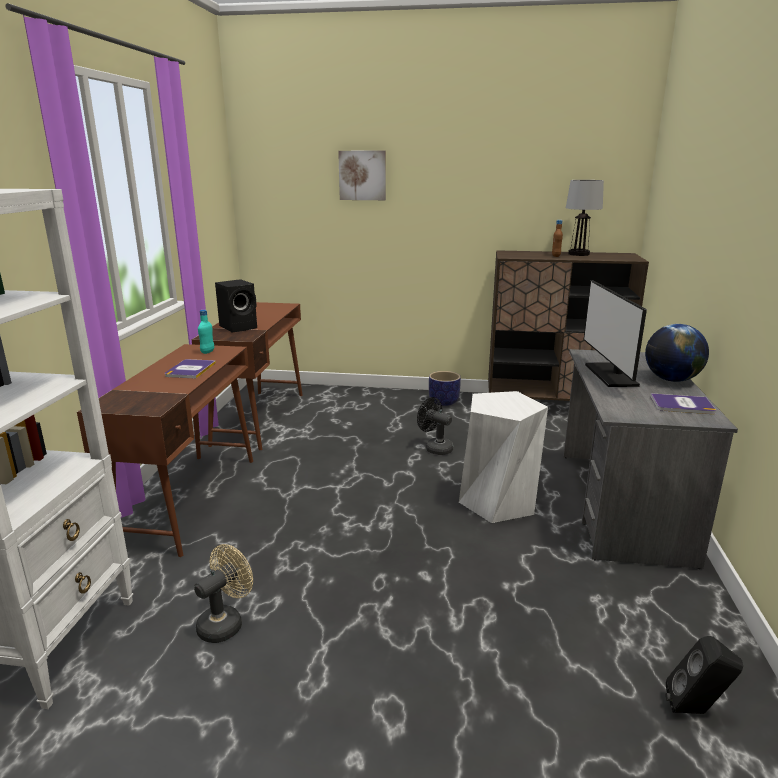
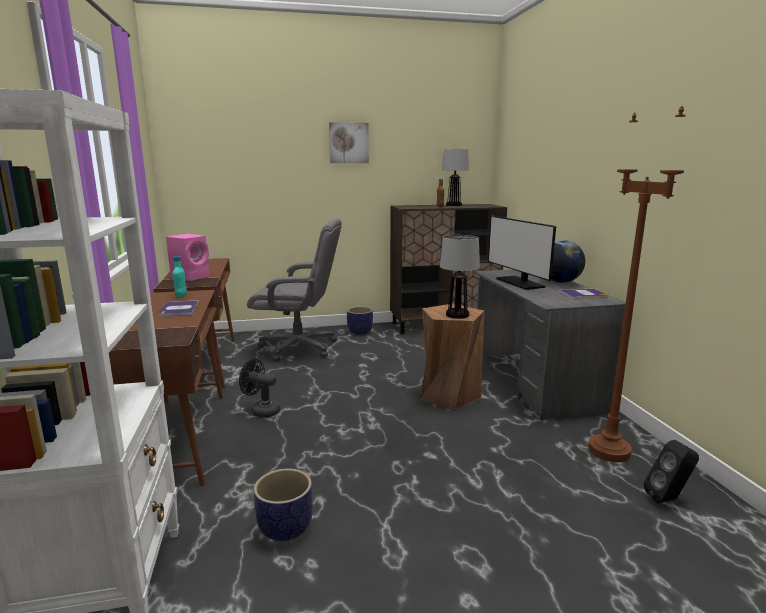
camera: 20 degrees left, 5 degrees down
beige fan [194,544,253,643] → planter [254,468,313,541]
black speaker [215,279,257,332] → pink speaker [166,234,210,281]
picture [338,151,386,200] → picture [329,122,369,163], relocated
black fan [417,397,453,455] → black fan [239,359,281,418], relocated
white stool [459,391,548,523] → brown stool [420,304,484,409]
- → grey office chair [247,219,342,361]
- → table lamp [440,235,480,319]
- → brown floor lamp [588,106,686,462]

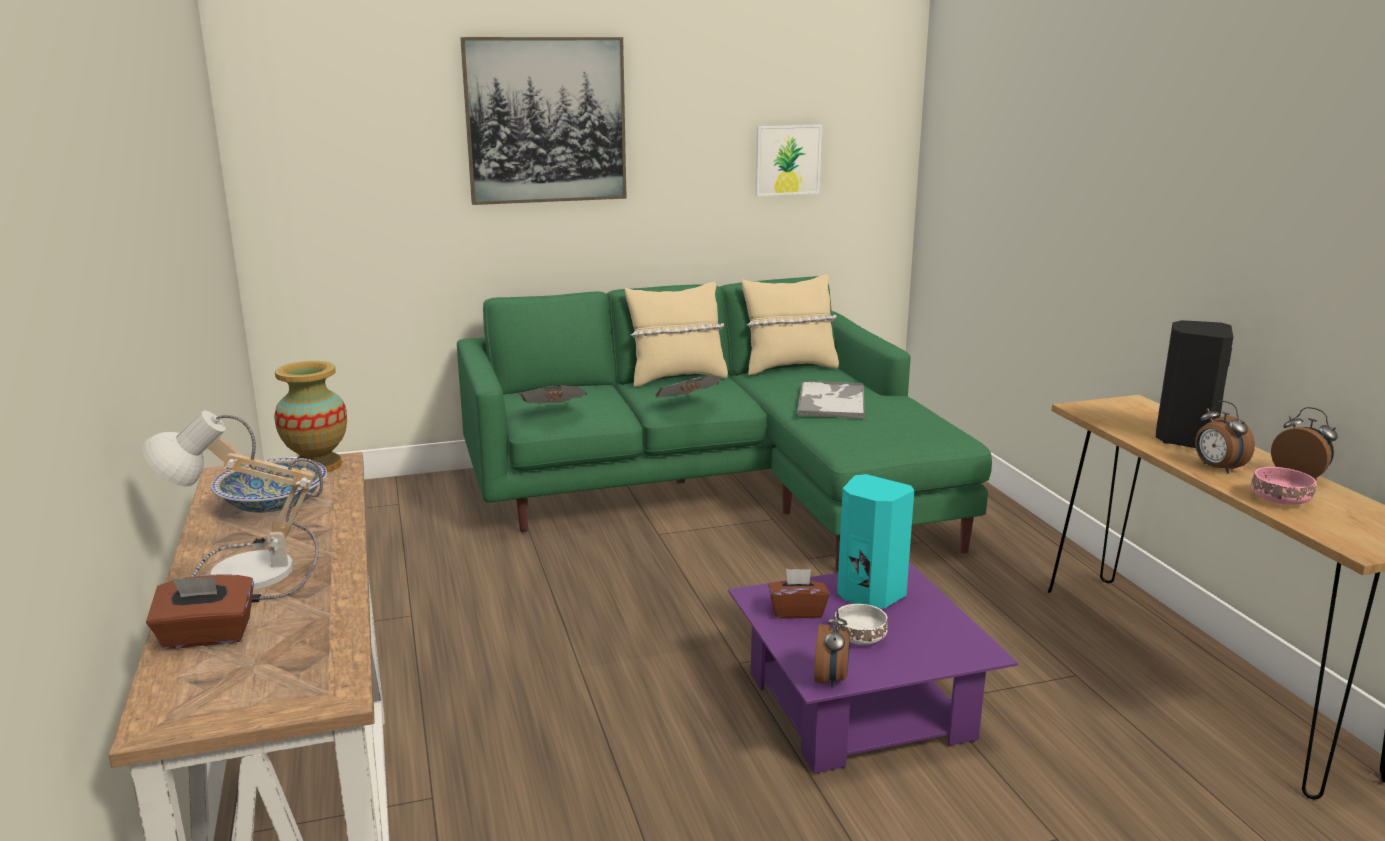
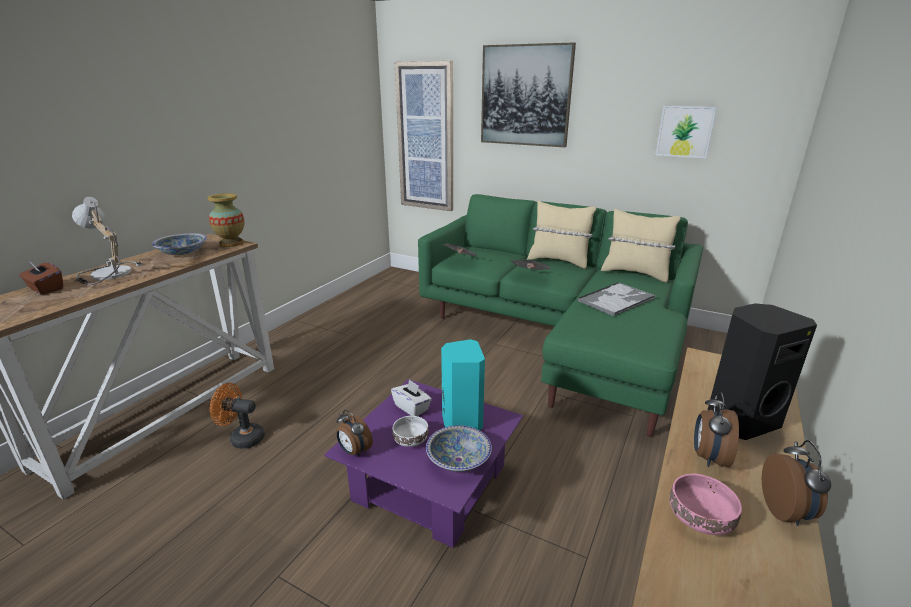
camera: 45 degrees right, 5 degrees up
brown tissue box [768,569,829,619] → white tissue box [391,379,432,416]
alarm clock [814,609,850,689] → alarm clock [336,410,373,457], 75 degrees clockwise
- → orange fan [210,383,265,449]
- → picture [395,61,453,211]
- → bowl [426,425,492,472]

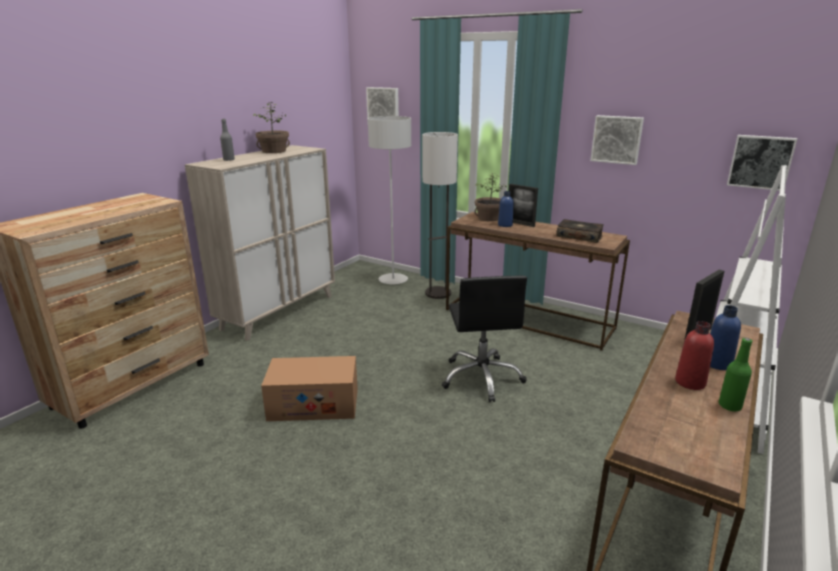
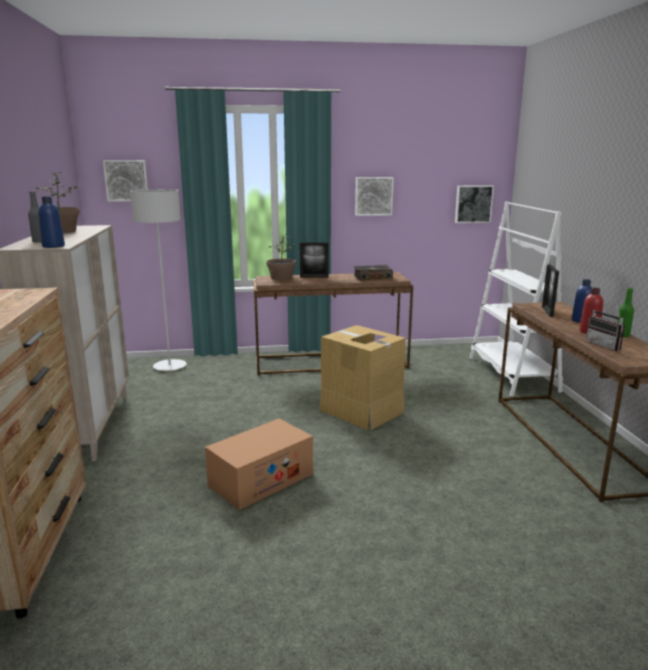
camera: 40 degrees left, 5 degrees down
floor lamp [422,132,458,299] → -
black office chair [442,276,527,402] → cardboard box [319,325,406,430]
blue bottle [498,191,513,227] → blue bottle [38,196,65,248], relocated
- → radio [586,304,625,351]

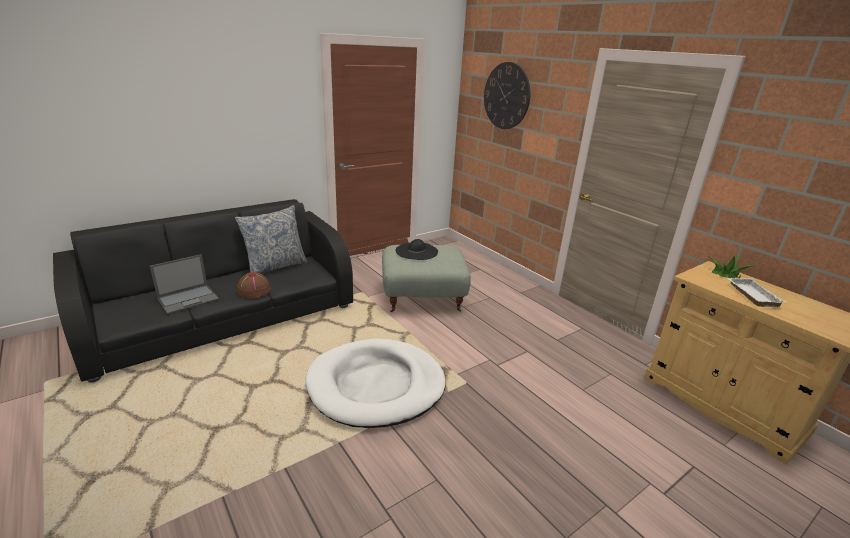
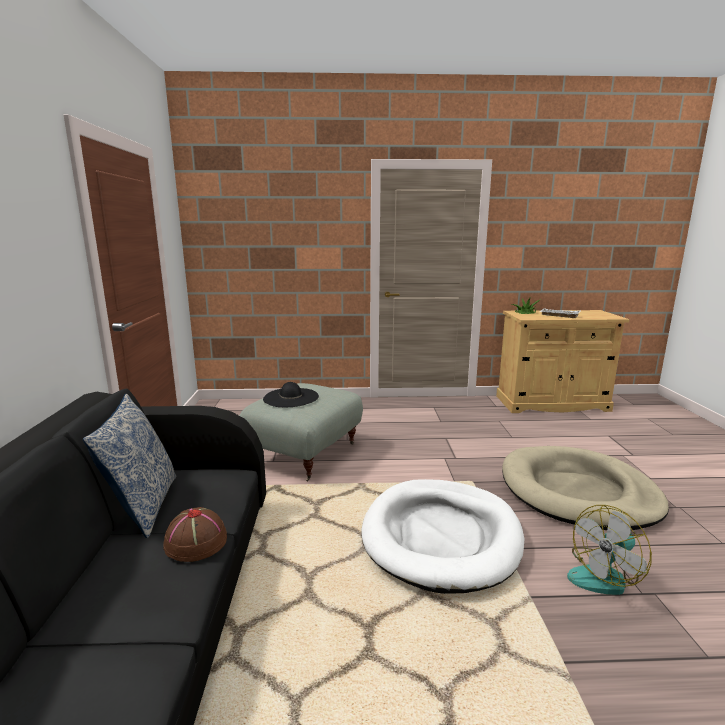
camera: 55 degrees left, 10 degrees down
laptop [150,254,219,314] → -
wall clock [484,62,531,129] → -
- → beige dog bed [502,446,669,530]
- → fan [567,505,652,595]

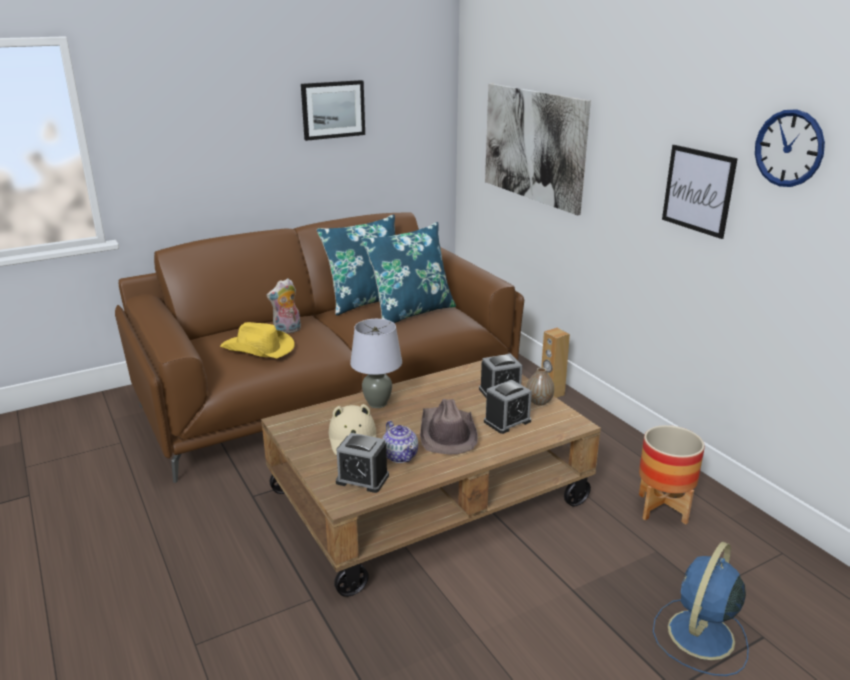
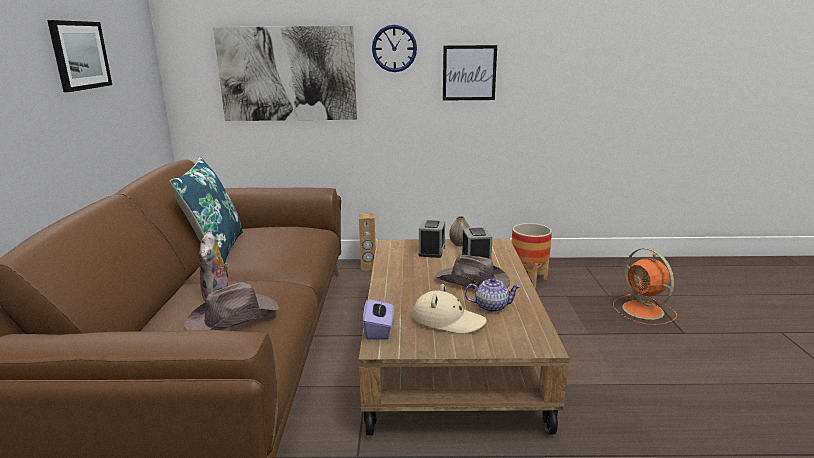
camera: 60 degrees left, 5 degrees down
yellow hat [220,322,295,358] → brown hat [184,282,279,331]
alarm clock [336,433,389,493] → -
grey table lamp [350,319,402,408] → -
blue pillow [362,222,456,323] → -
blue fan [653,542,749,676] → orange fan [613,248,677,325]
wall clock [755,109,825,187] → wall clock [372,25,417,72], relocated
- → purple tissue box [363,297,394,339]

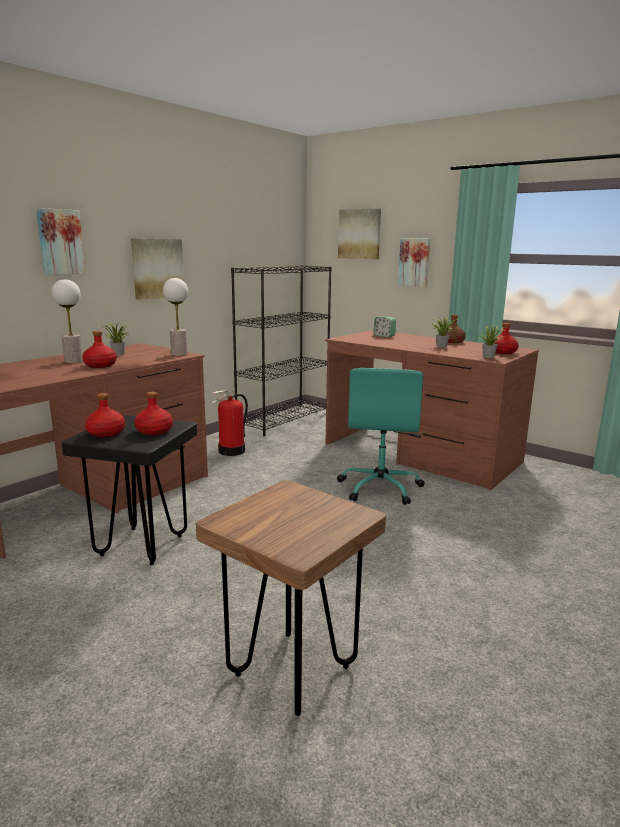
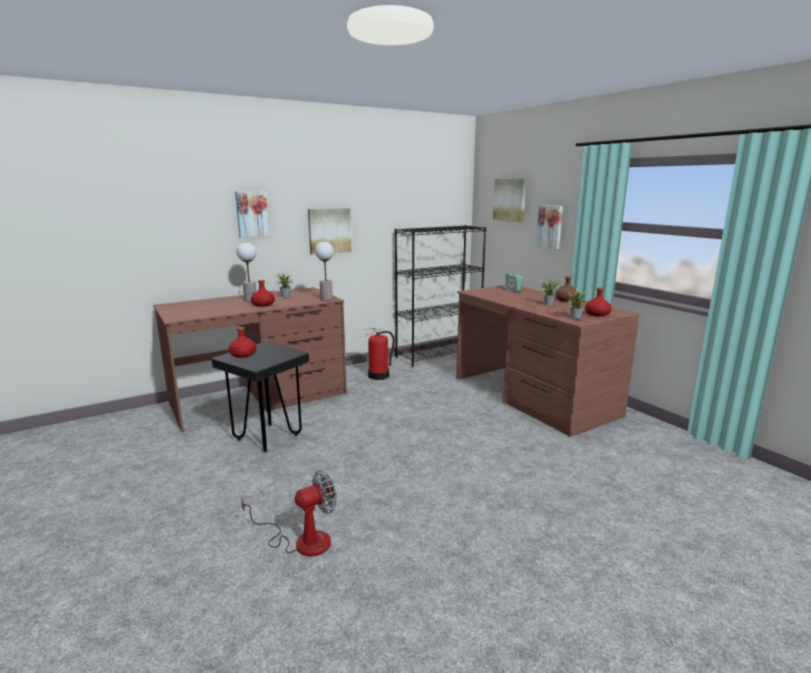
camera: 20 degrees right, 0 degrees up
red bottle [134,392,173,435] → -
brown stool [196,480,386,716] → fan [241,470,337,556]
turquoise office chair [337,368,425,505] → -

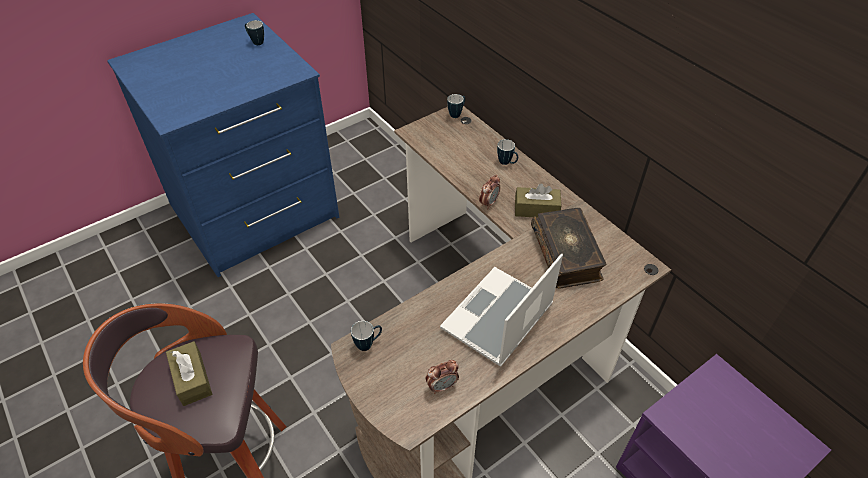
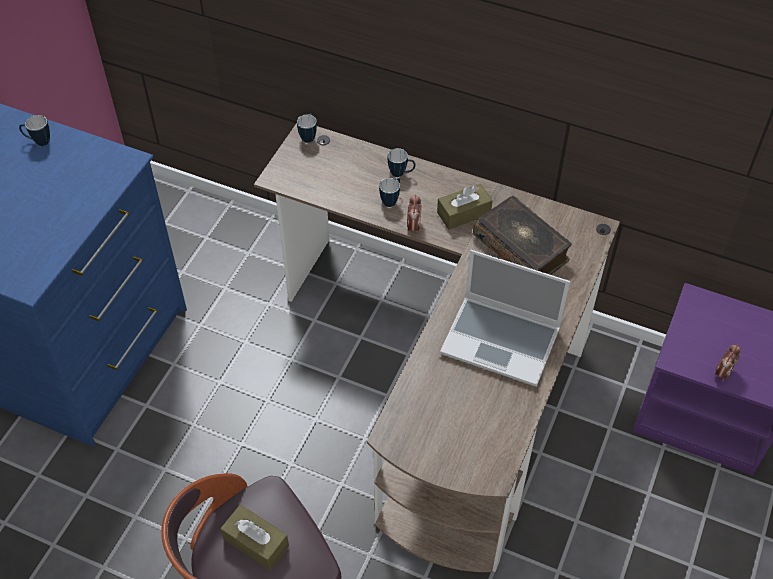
camera: 30 degrees left, 5 degrees up
mug [351,321,382,351] → mug [379,178,400,207], relocated
alarm clock [425,360,459,394] → alarm clock [715,344,741,382], relocated
laptop [440,253,563,367] → laptop [440,250,570,387], 75 degrees counterclockwise

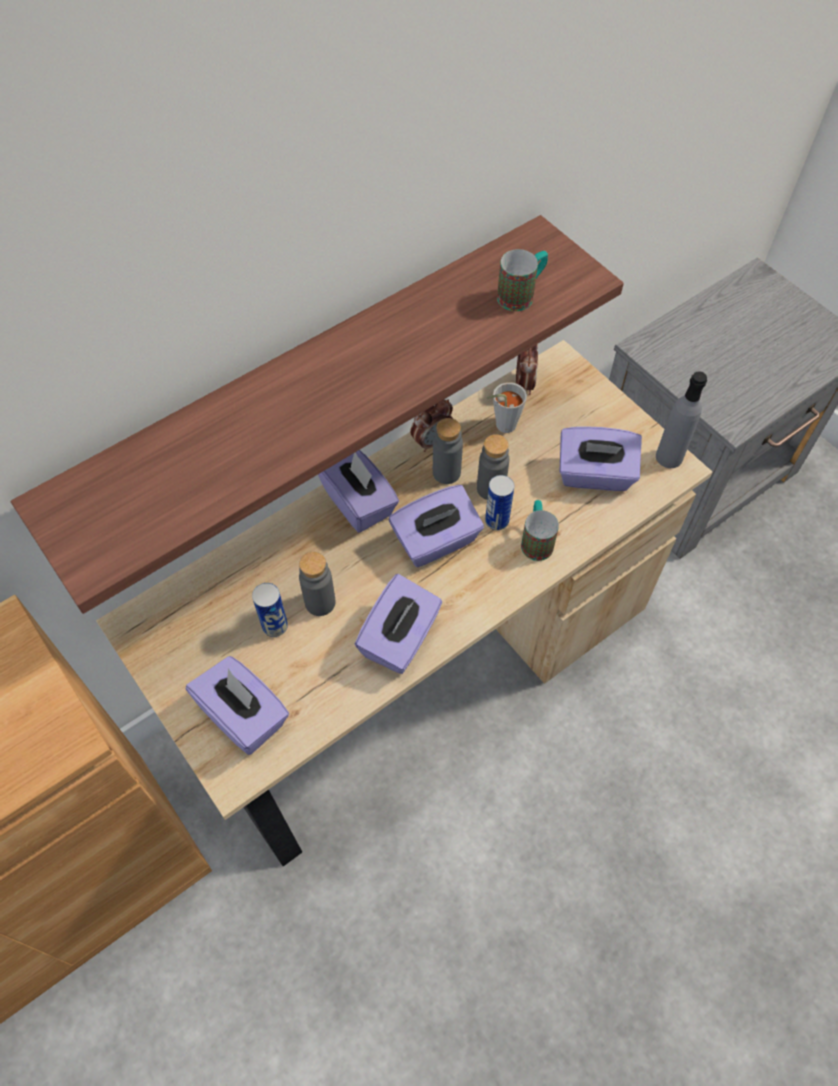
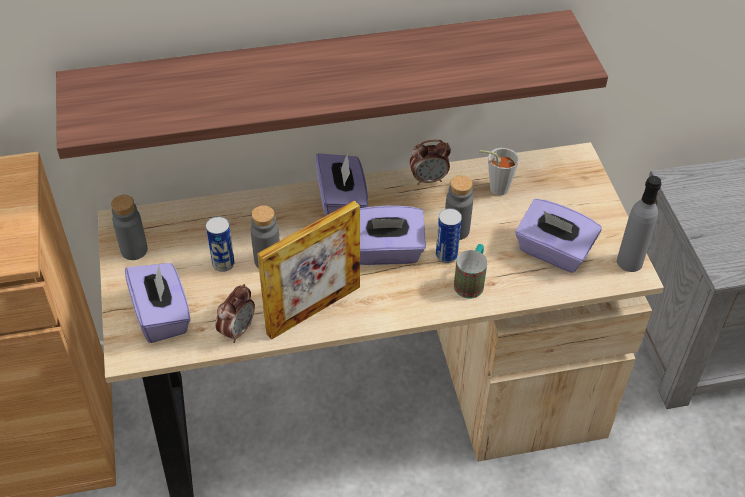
camera: 25 degrees right, 10 degrees down
purple tissue box [355,574,442,674] → picture frame [257,200,360,340]
grey bottle [433,418,463,484] → grey bottle [111,195,148,260], relocated
mug [497,249,548,311] → -
alarm clock [516,344,538,395] → alarm clock [215,284,255,343], relocated

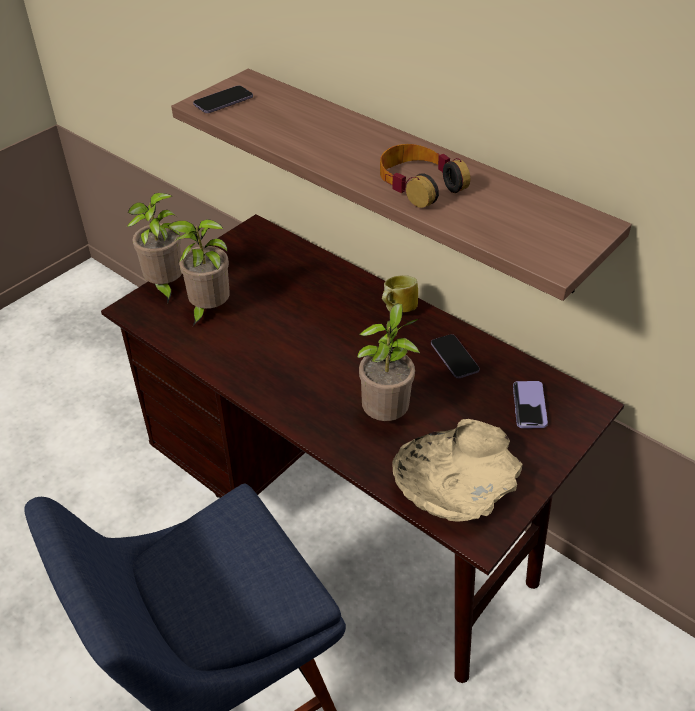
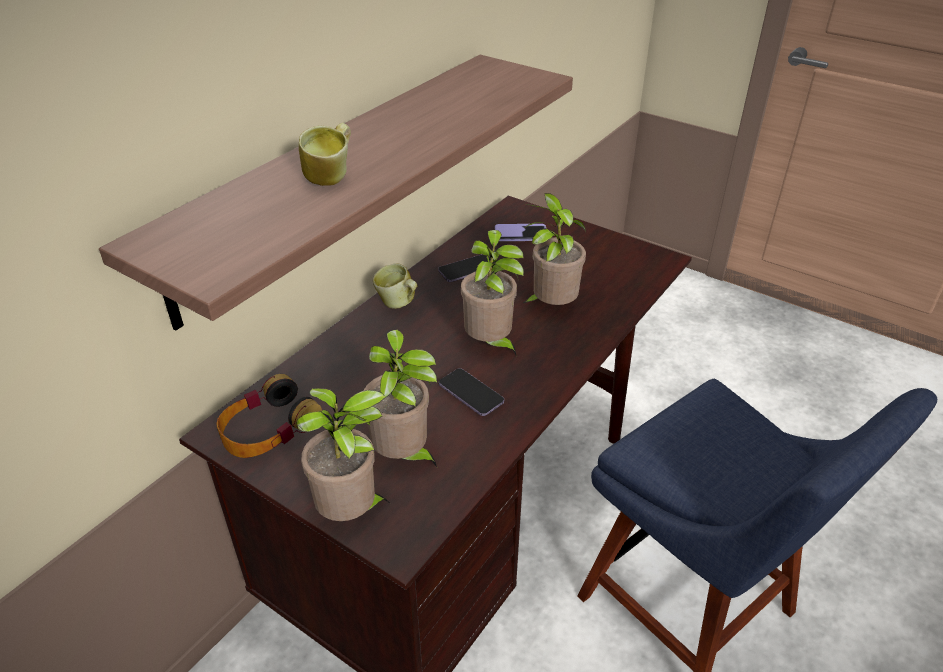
camera: 95 degrees left, 5 degrees down
phone [193,86,253,113] → phone [439,368,504,416], relocated
headphones [380,144,470,208] → headphones [216,374,322,458], relocated
beige bowl [392,419,522,522] → -
- → mug [299,123,351,186]
- → potted plant [461,230,524,357]

